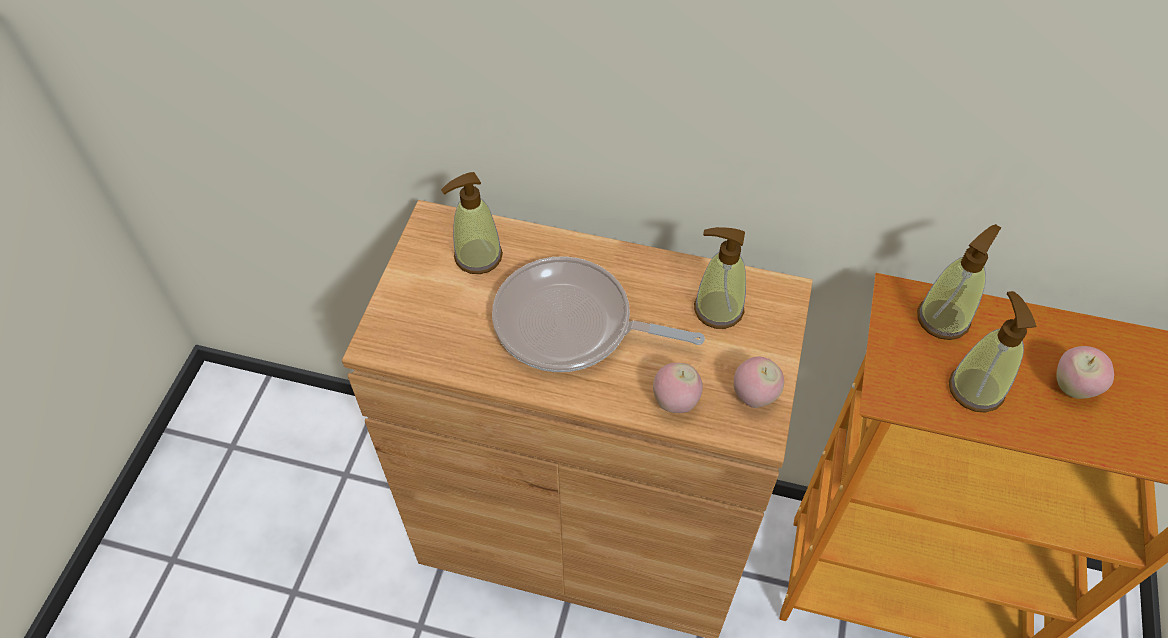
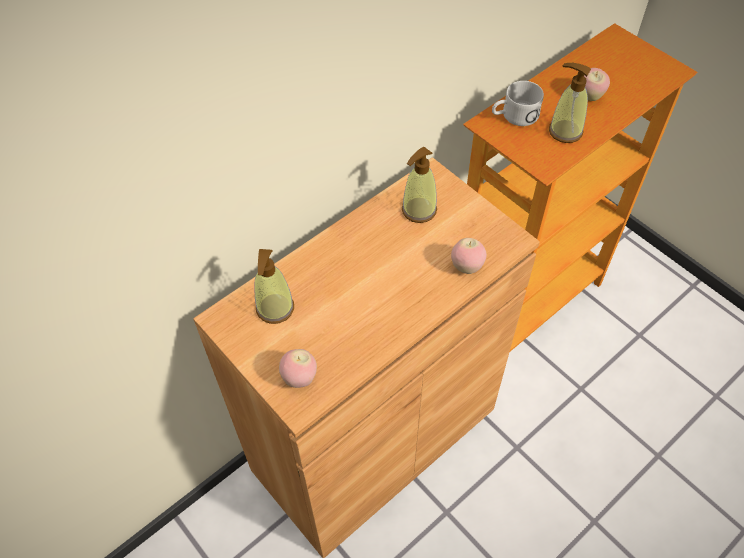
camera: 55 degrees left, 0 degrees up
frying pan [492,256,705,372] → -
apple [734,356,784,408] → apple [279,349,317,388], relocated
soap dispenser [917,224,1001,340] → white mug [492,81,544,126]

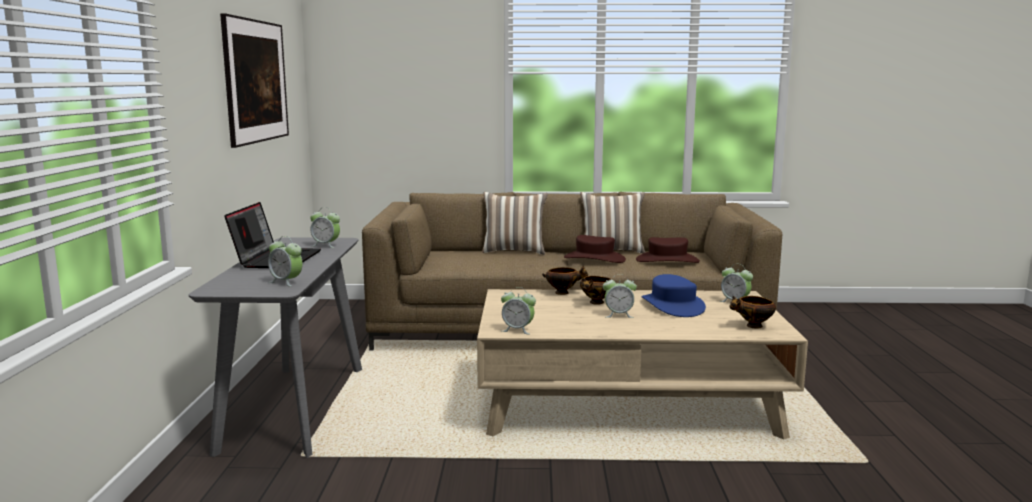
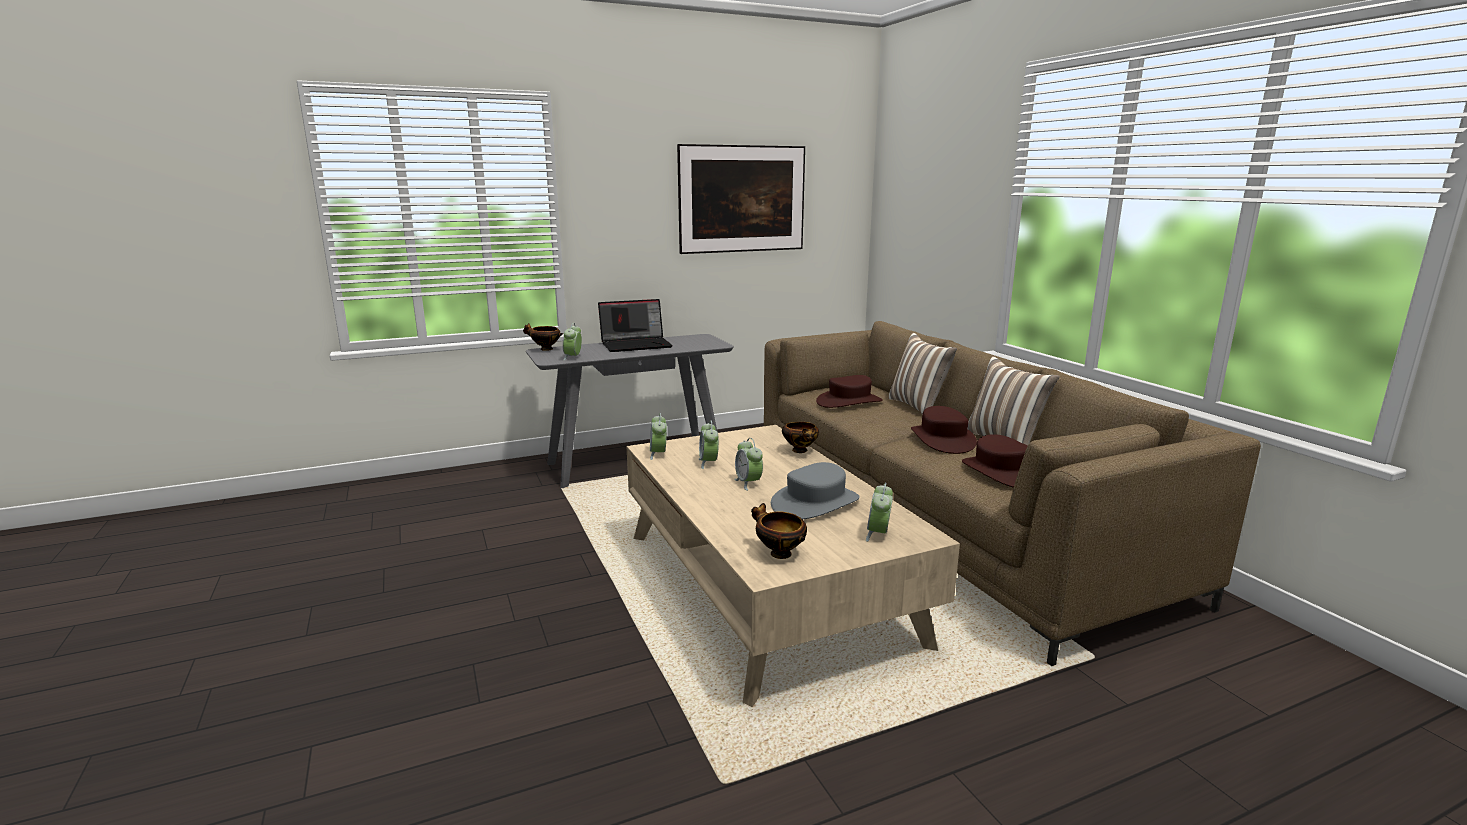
camera: 65 degrees right, 5 degrees up
alarm clock [310,207,340,248] → alarm clock [699,420,719,469], relocated
bowl [580,276,611,305] → bowl [523,323,563,351], relocated
blue hat [642,274,706,317] → grey hat [771,462,860,520]
- → brown hat [816,375,883,408]

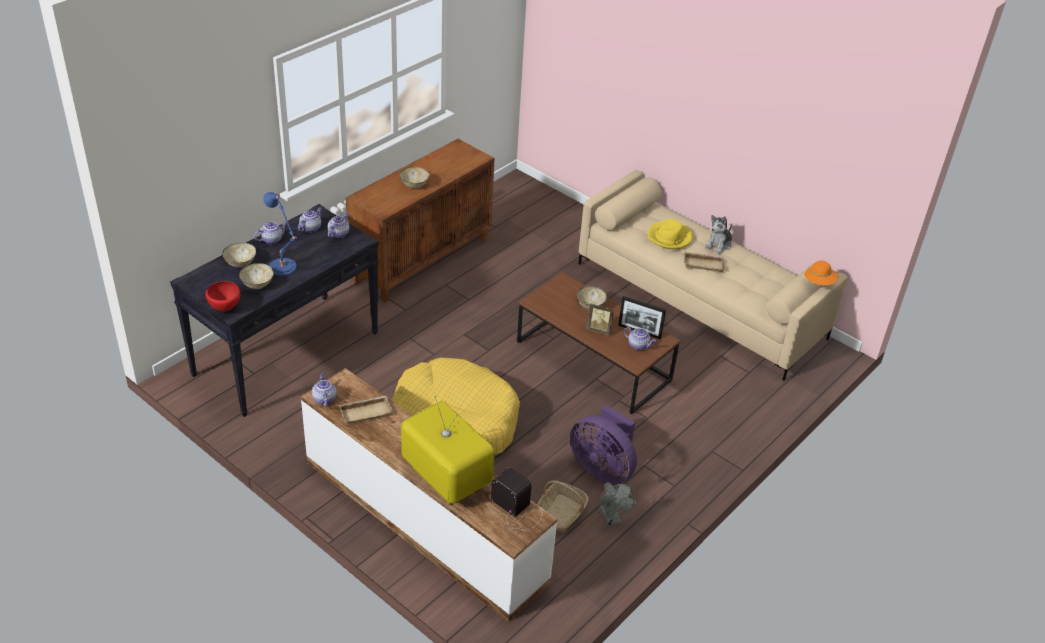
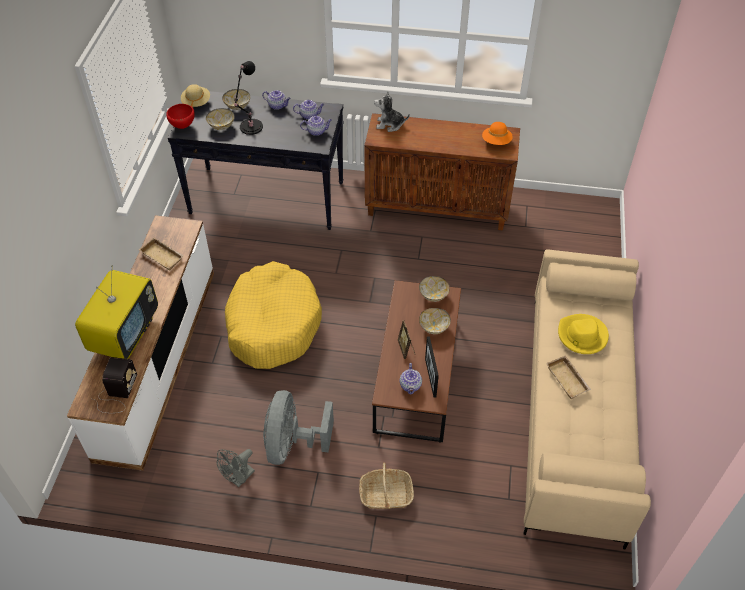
camera: 60 degrees right, 10 degrees up
blue table lamp [263,192,297,276] → black table lamp [234,61,263,135]
teapot [312,373,337,407] → -
bowl [400,167,430,188] → bowl [419,276,450,302], relocated
basket [537,480,588,532] → basket [359,463,414,509], relocated
purple fan [570,405,637,485] → grey fan [263,390,334,465]
plush toy [705,215,732,254] → plush toy [374,91,410,132], relocated
orange hat [804,261,839,285] → orange hat [482,122,513,145], relocated
- → beige hat [181,84,210,107]

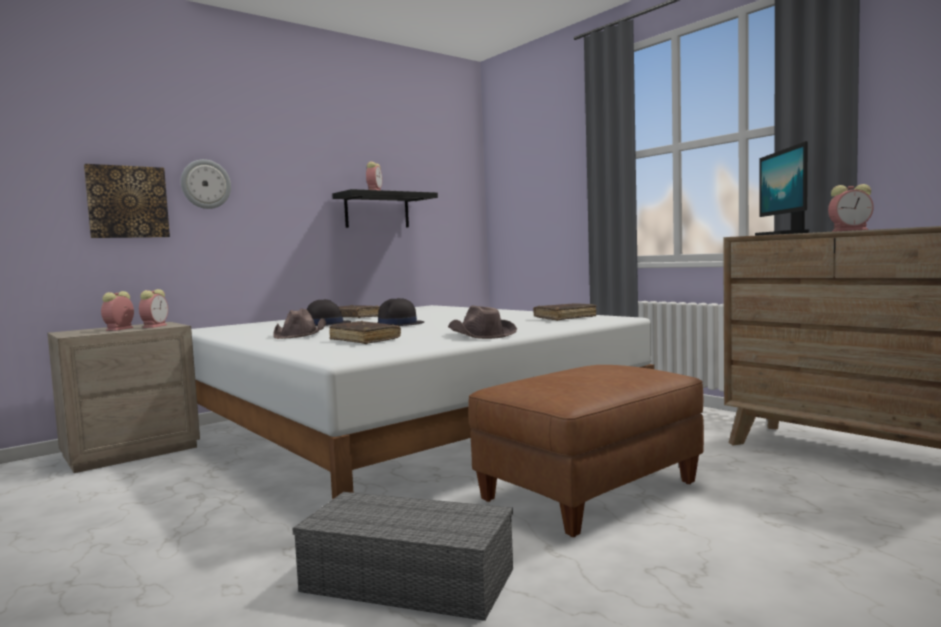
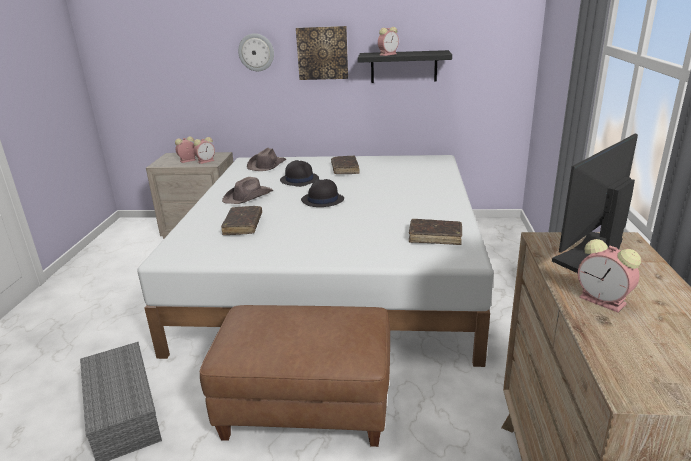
camera: 45 degrees right, 20 degrees up
picture [84,164,170,238] → picture [296,26,348,80], relocated
brown hat [448,306,517,339] → brown hat [247,148,286,171], relocated

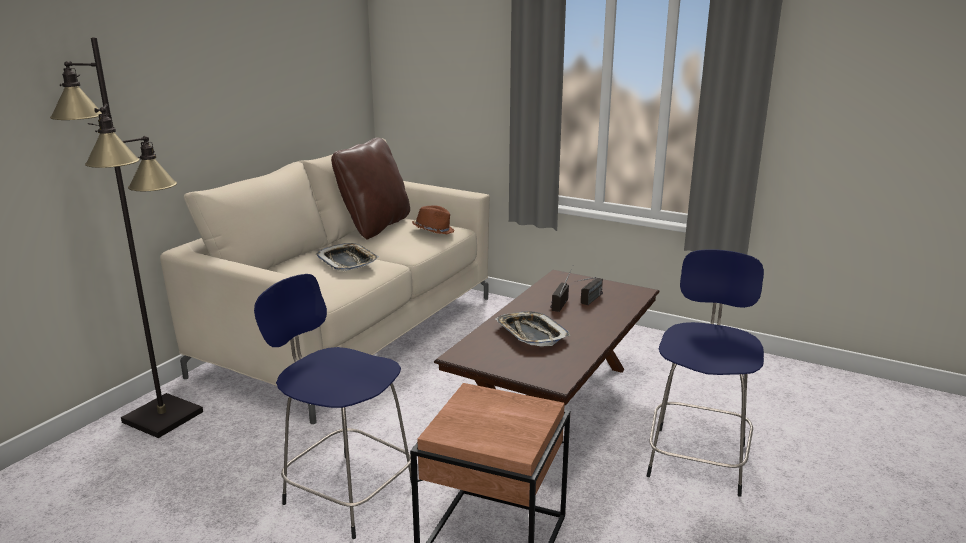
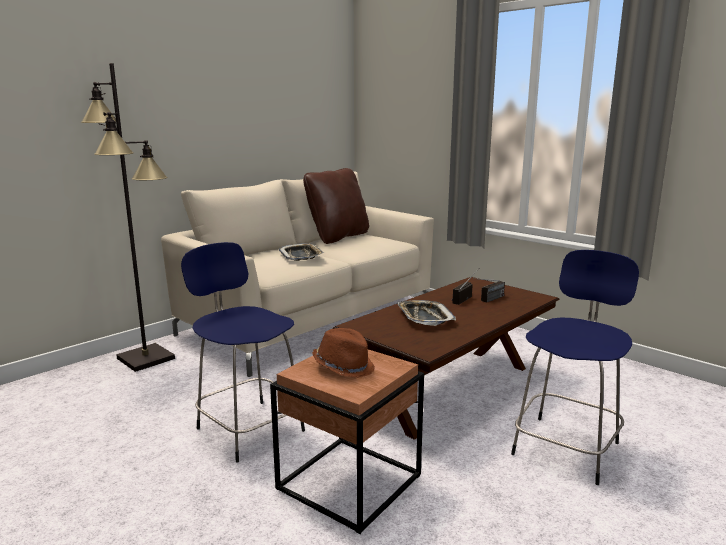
camera: 15 degrees right, 5 degrees down
brown hat [412,206,455,234] → brown hat [312,328,375,378], relocated

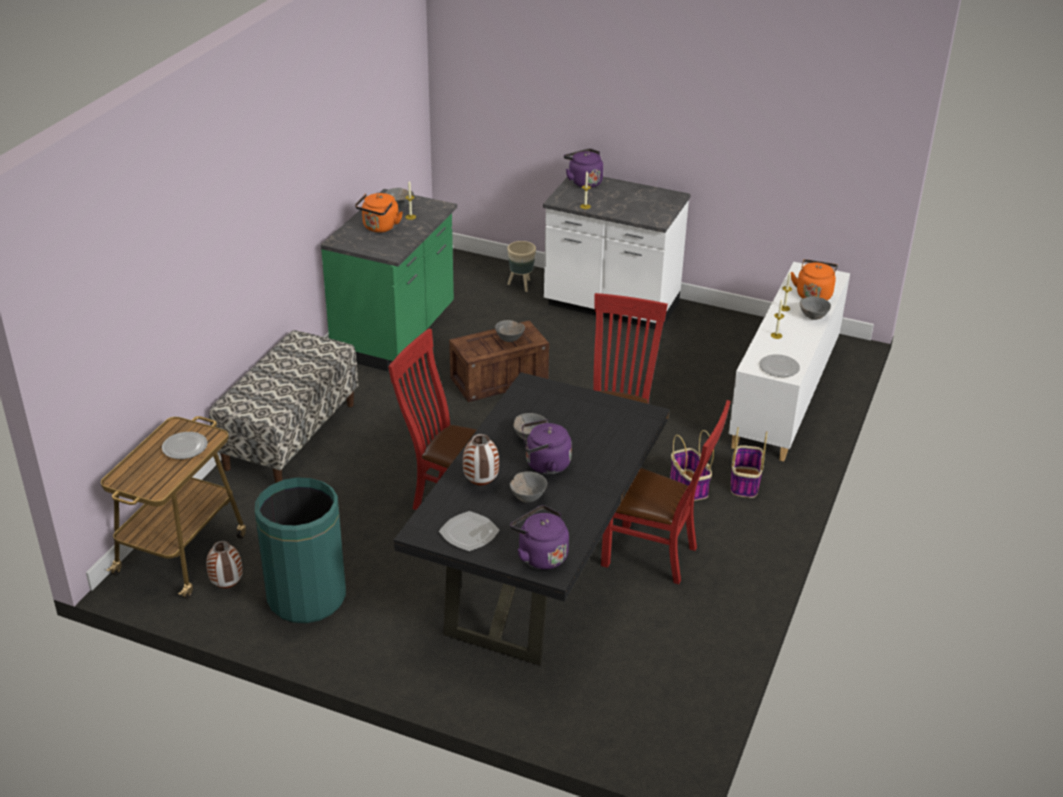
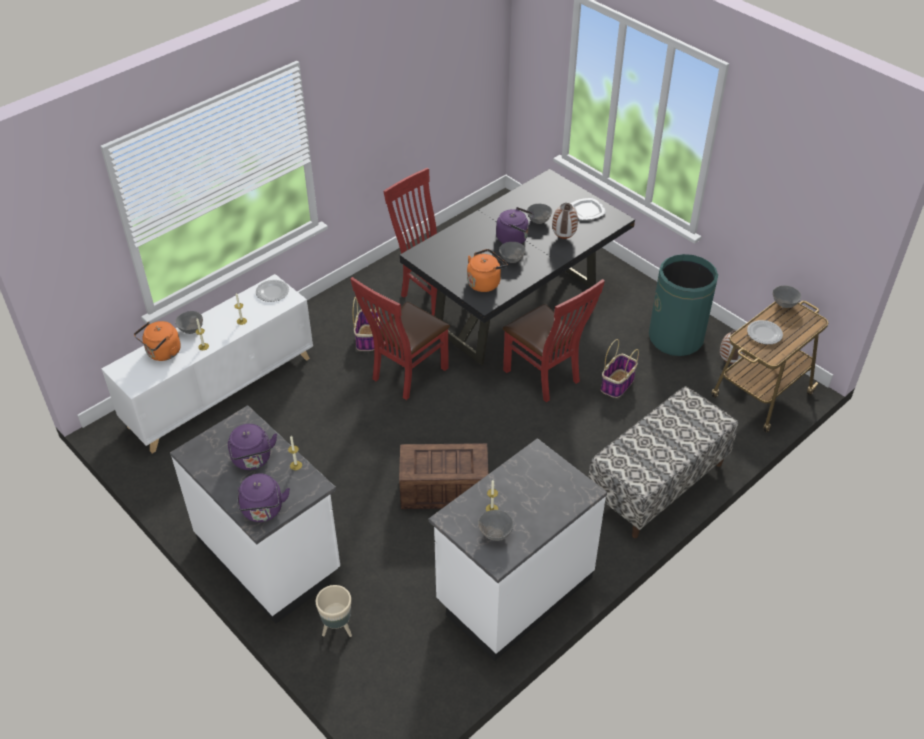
camera: 155 degrees left, 10 degrees up
green counter [320,189,457,372] → white counter [429,438,607,661]
orange kettle [355,193,403,233] → orange kettle [467,249,508,292], relocated
grey bowl [495,320,525,342] → grey bowl [773,285,801,308], relocated
purple kettle [510,505,569,570] → purple kettle [228,424,277,470], relocated
basket [731,427,767,498] → basket [601,339,639,398], relocated

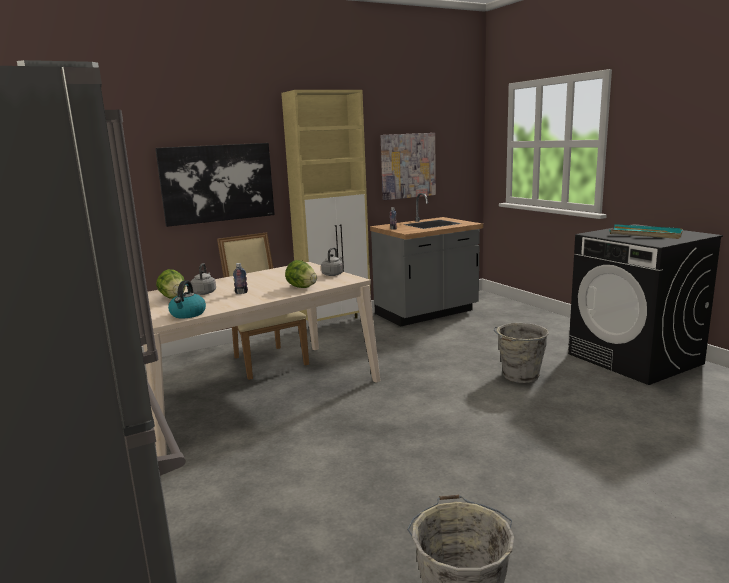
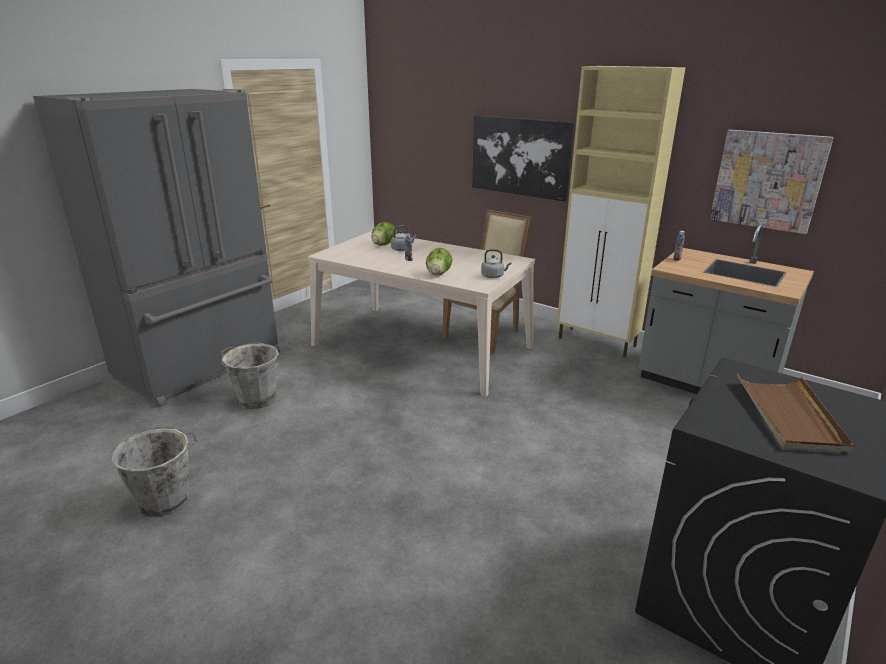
camera: 65 degrees right, 10 degrees up
kettle [168,281,206,318] → -
grey bucket [494,323,549,383] → grey bucket [220,342,279,409], relocated
turquoise tray [610,224,683,239] → brown tray [737,373,854,452]

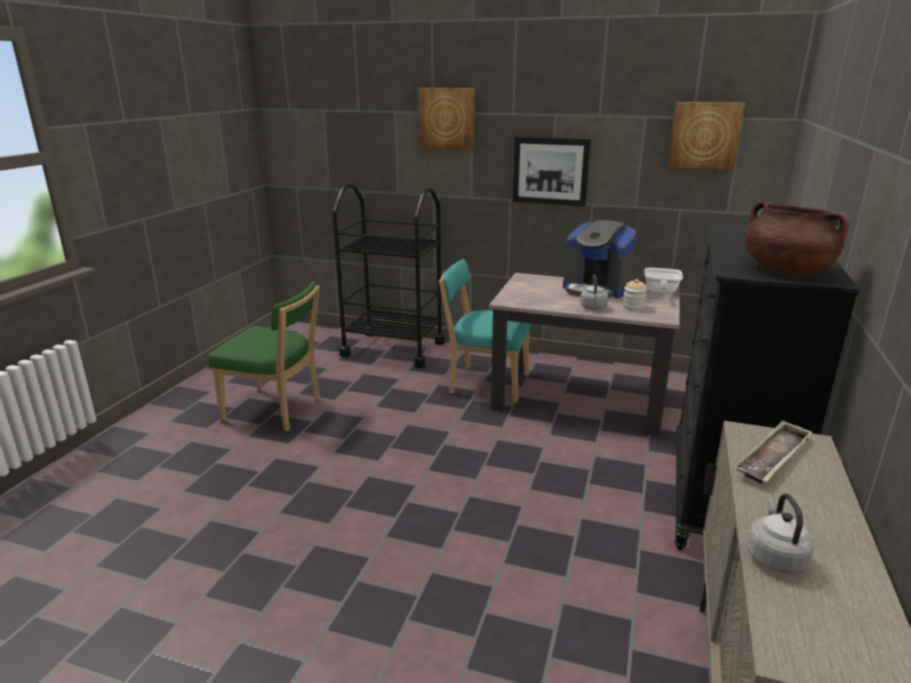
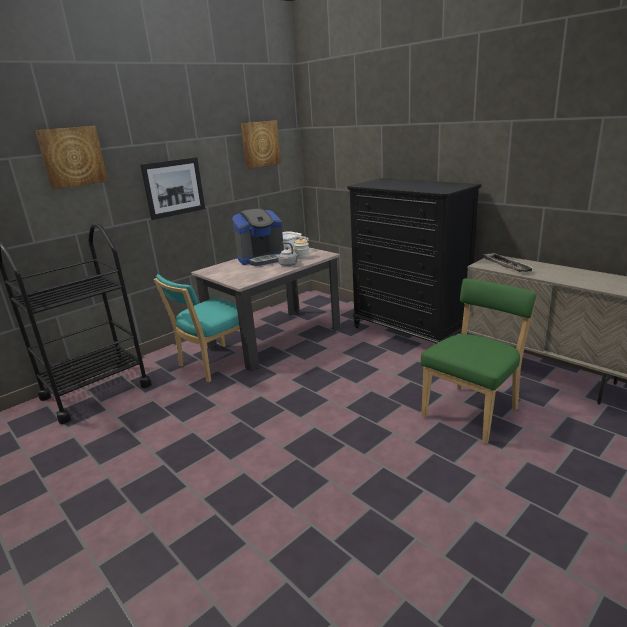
camera: 60 degrees left, 0 degrees up
green chair [208,281,320,431] → green chair [420,278,537,444], relocated
brown cooking pot [746,200,849,273] → -
grey kettle [747,494,814,574] → -

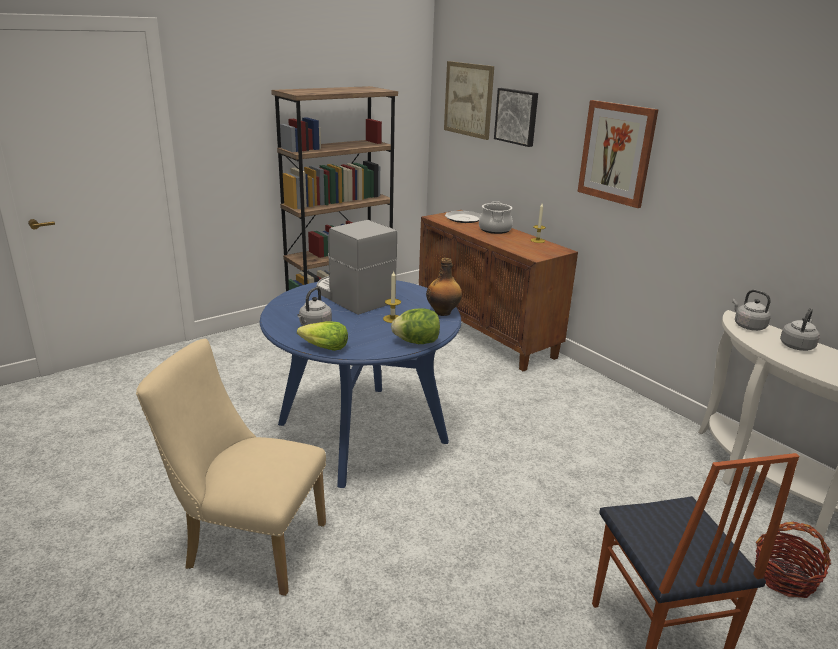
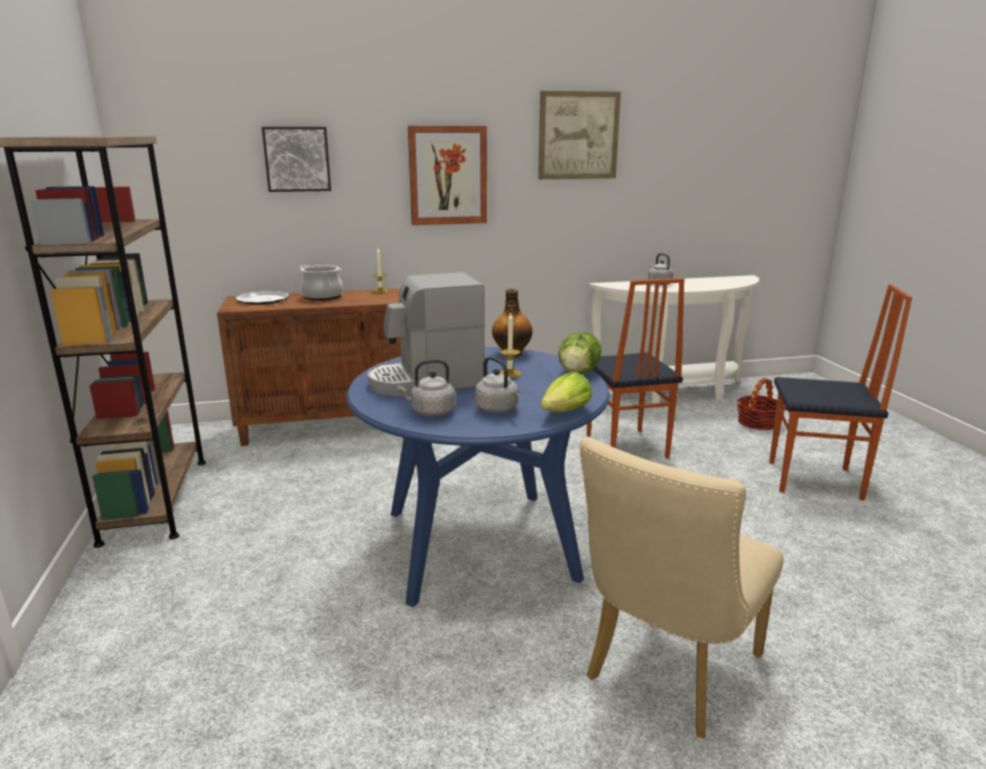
camera: 65 degrees left, 5 degrees down
picture [444,61,494,140] → picture [538,91,621,179], relocated
grey kettle [732,290,771,331] → grey kettle [397,359,455,417], relocated
- → chair [587,278,685,459]

